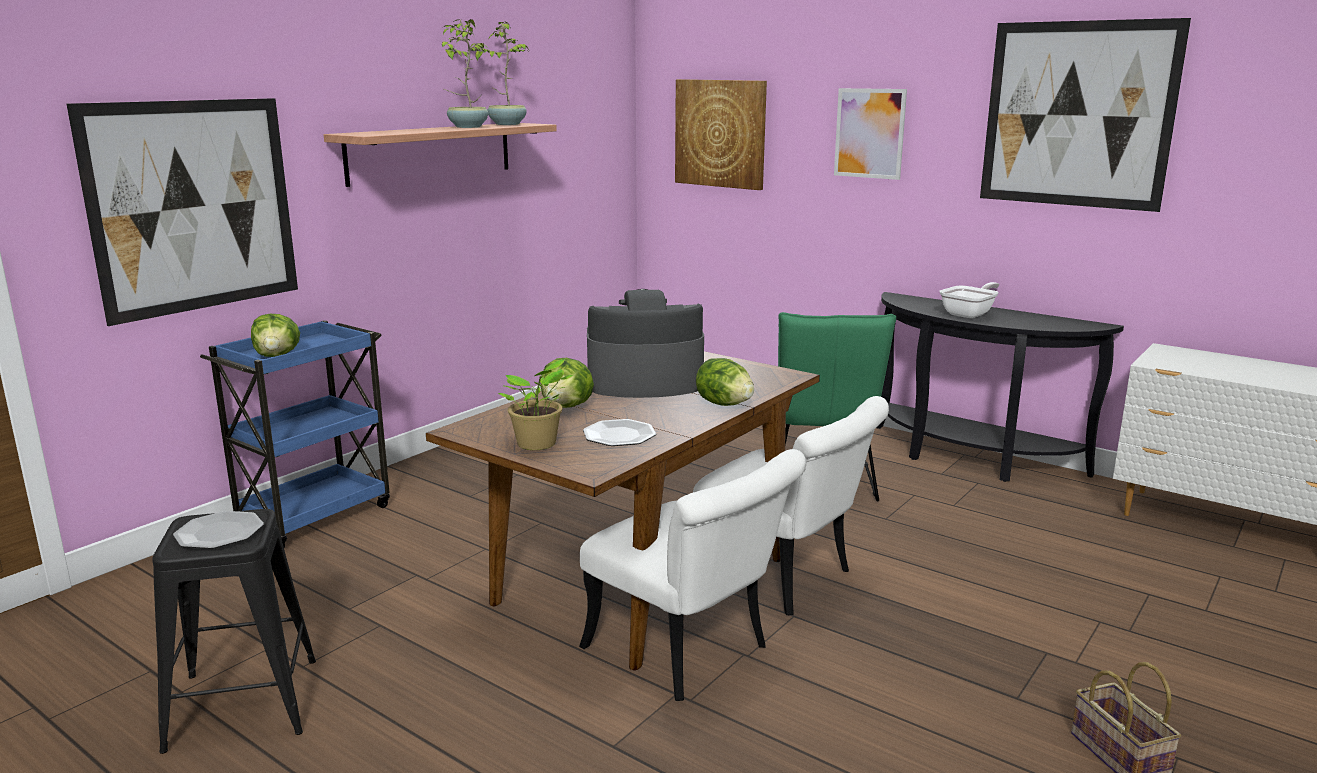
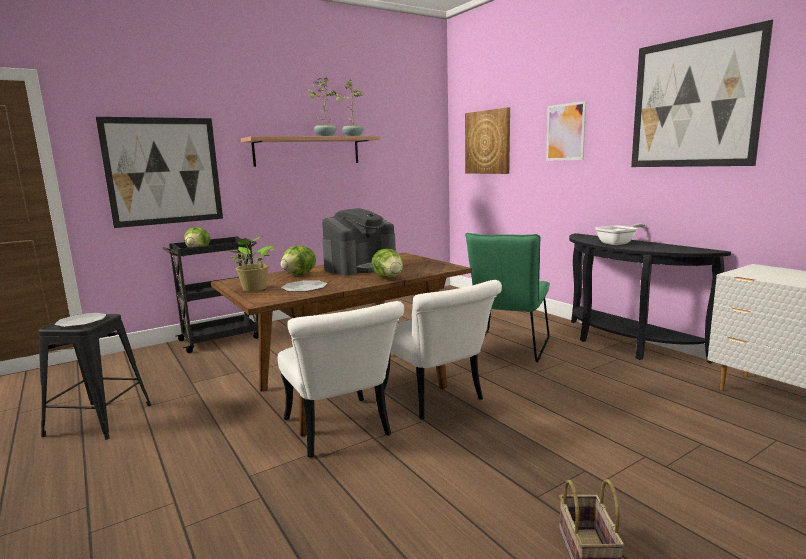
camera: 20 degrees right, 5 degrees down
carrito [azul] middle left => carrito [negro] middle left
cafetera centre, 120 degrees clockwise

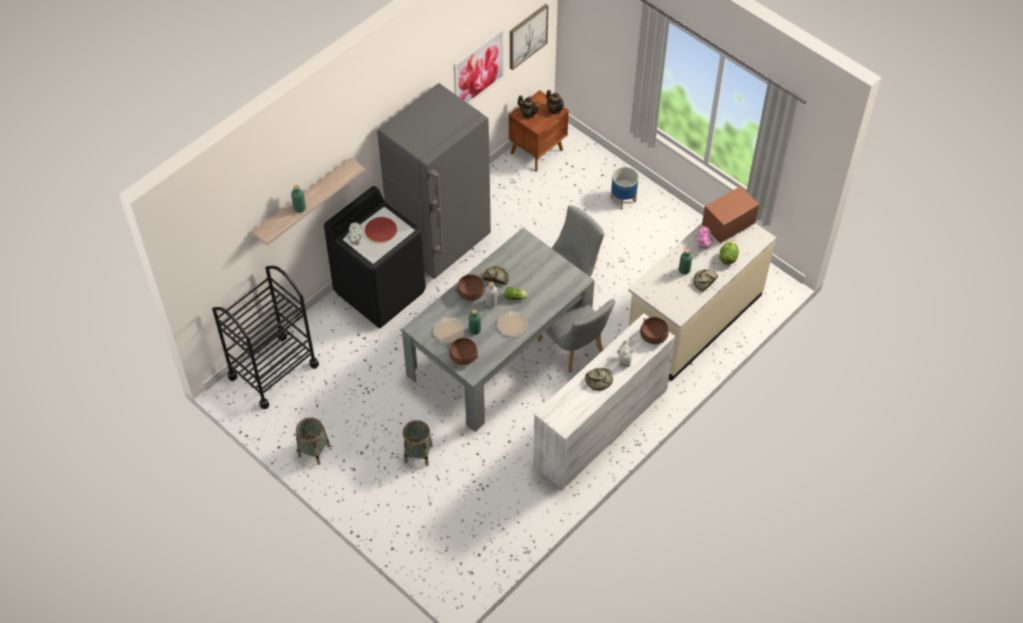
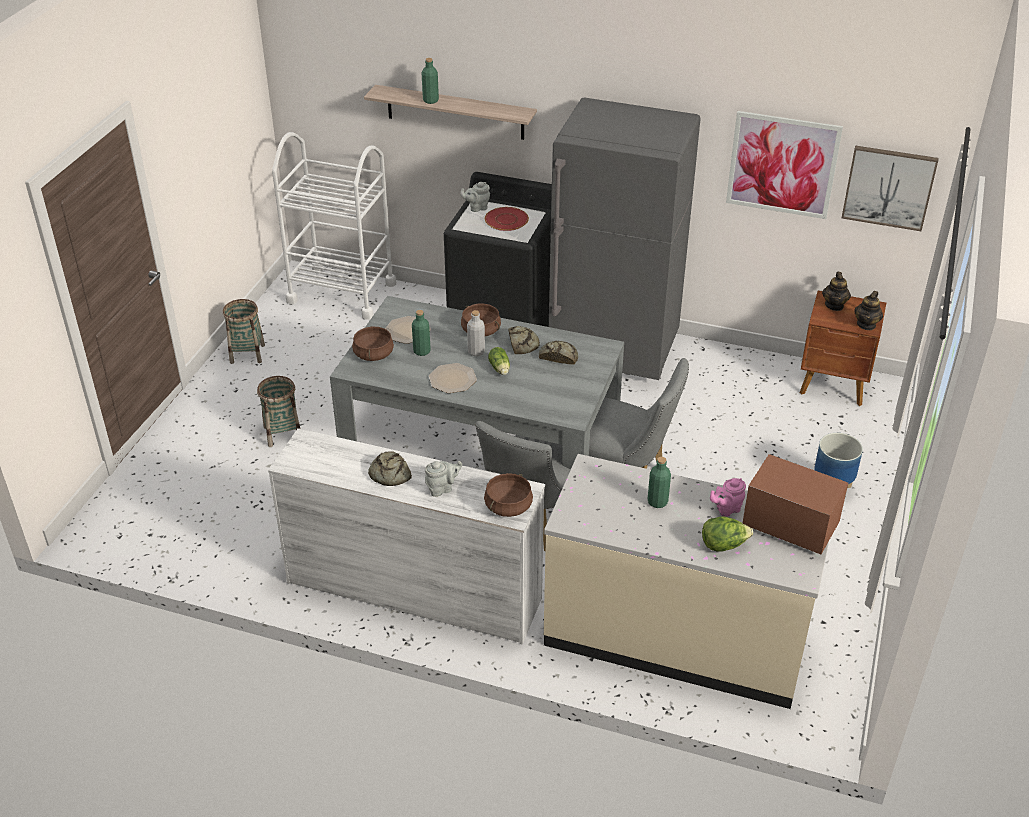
camera: 65 degrees right, 15 degrees down
carrito [negro] middle left => carrito [blanco] top left
pan (no. 3 from left) middle right => pan (no. 3 from left) centre, shifted

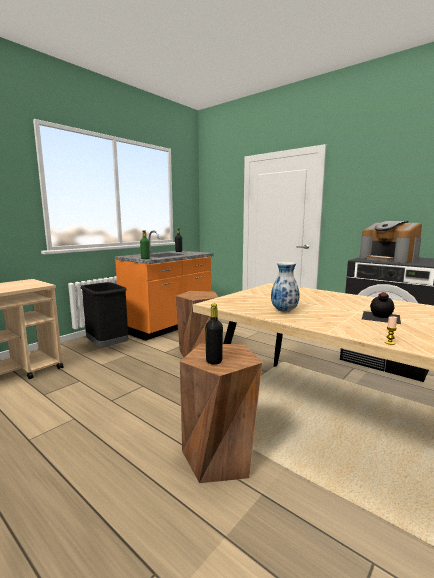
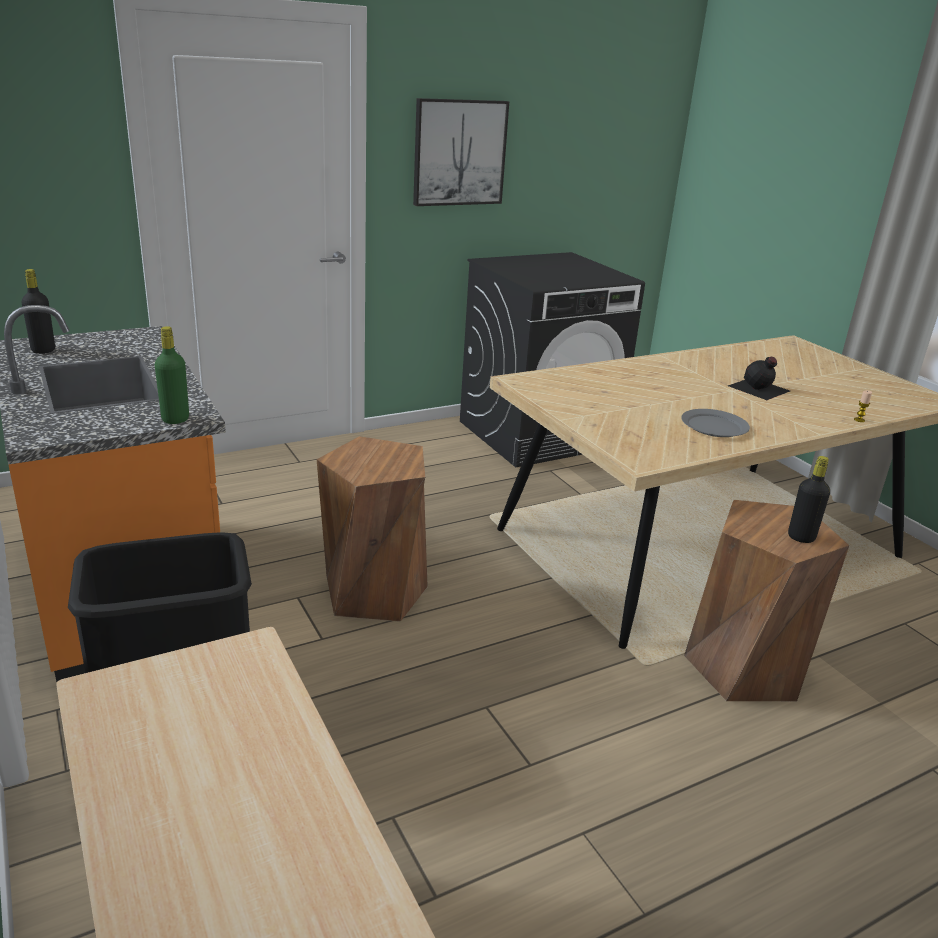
camera: 70 degrees left, 15 degrees up
florero centre => plato [gris] middle right
cafetera middle right => nothing
nothing => cuadro top centre

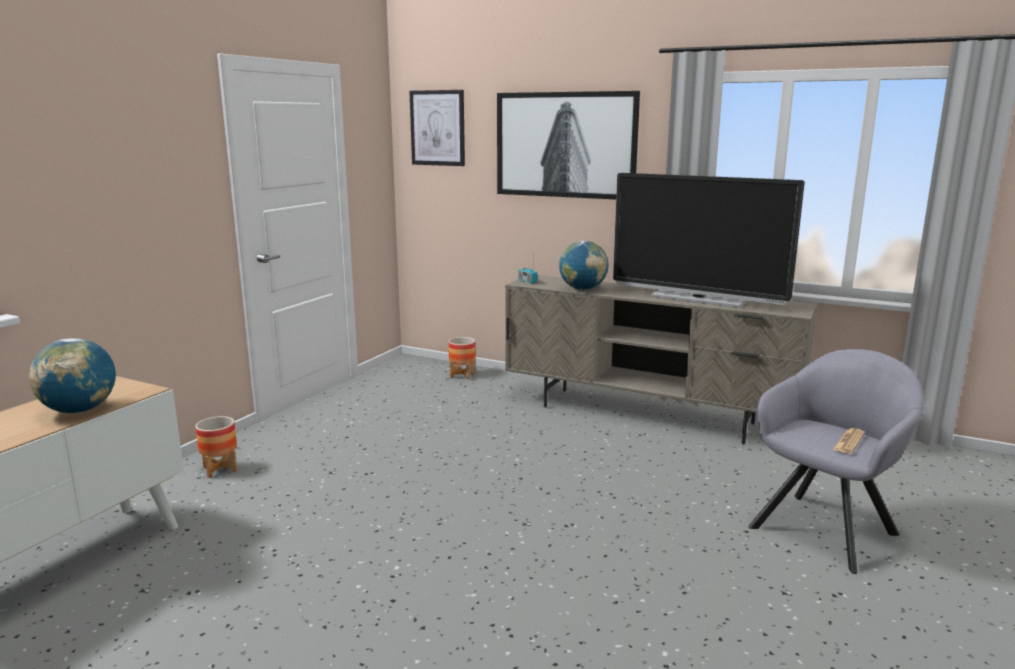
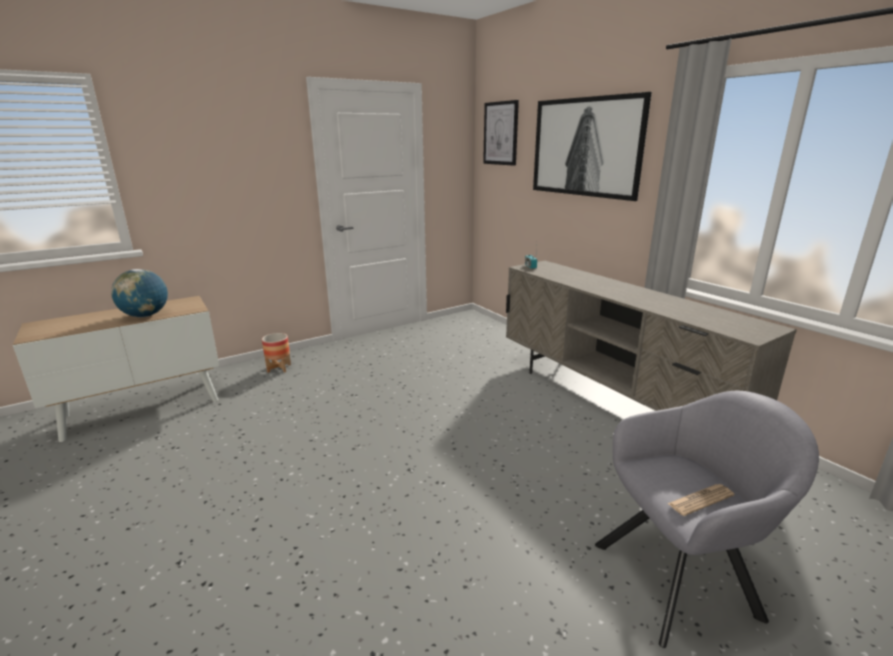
camera: 30 degrees right, 5 degrees up
maceta (no. 2 from left) centre => nothing
globo terráqueo (no. 2 from left) centre => nothing
televisor middle right => nothing

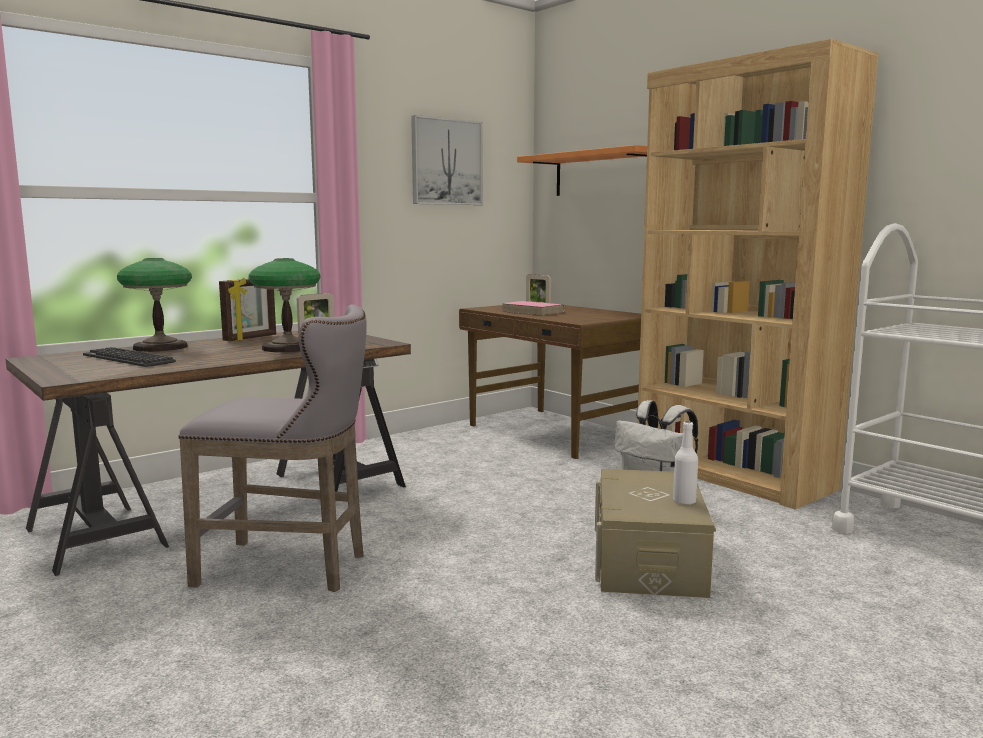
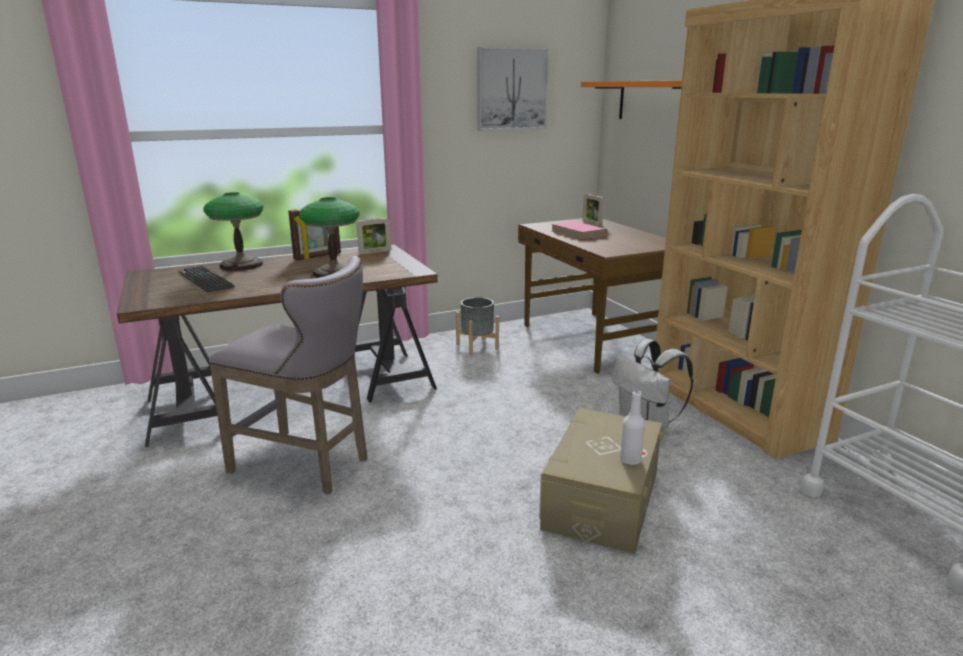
camera: 15 degrees right, 10 degrees up
nothing => maceta [gris] centre

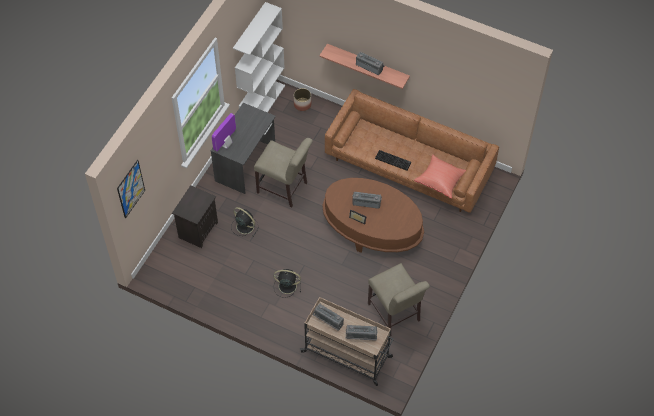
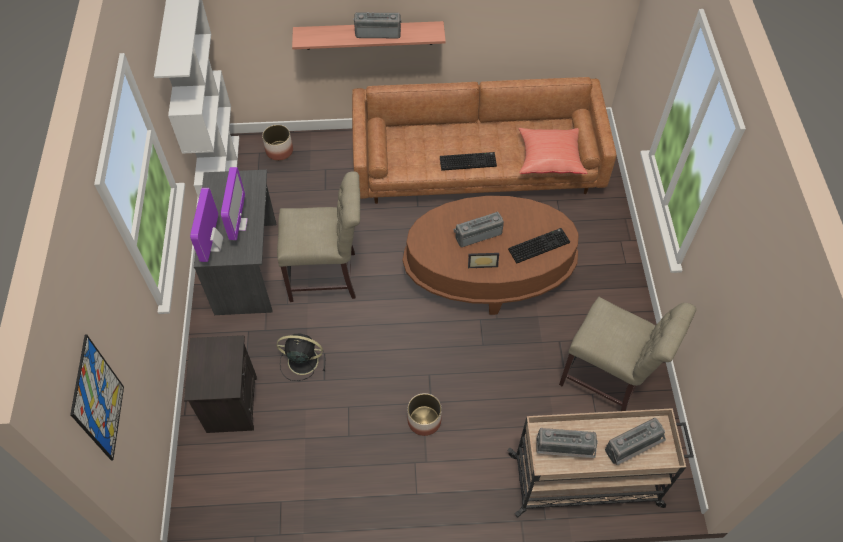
camera: 30 degrees left, 0 degrees up
ventilador [negro] (no. 2 from left) bottom centre => maceta (no. 2 from left) bottom centre
nothing => monitor (no. 2 from left) middle left
nothing => teclado (no. 2 from left) centre

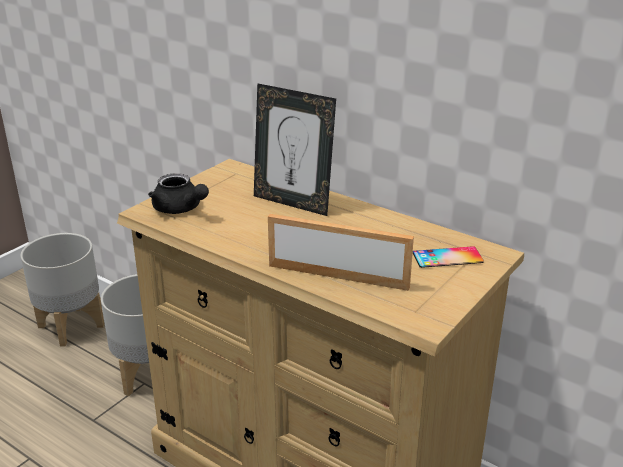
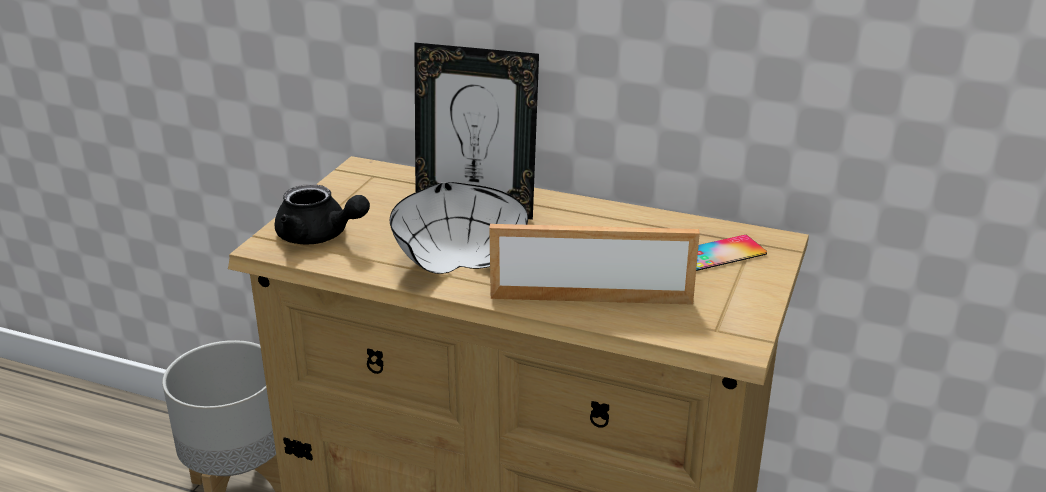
camera: 15 degrees left, 0 degrees up
maceta [gris] (no. 1 from left) middle left => nothing
nothing => cuenco [blanco] centre

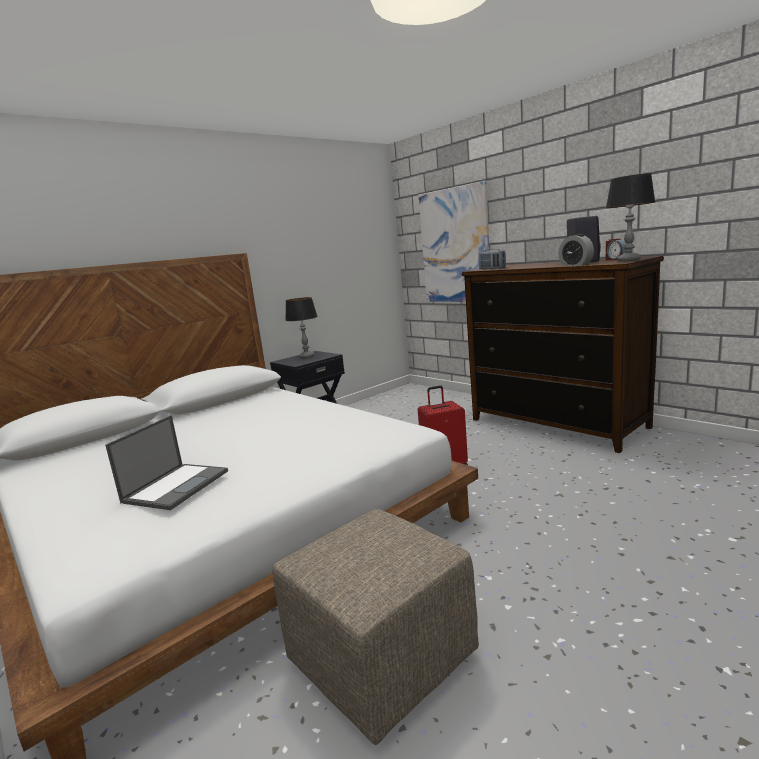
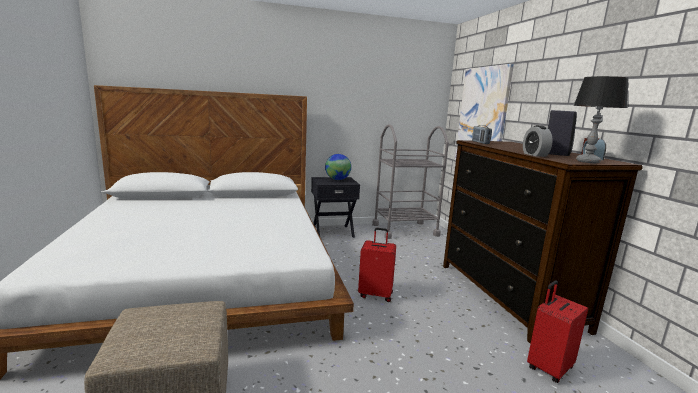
camera: 25 degrees right, 0 degrees up
portátil middle left => nothing
lámpara de mesa (no. 1 from left) centre => globo terráqueo centre
nothing => carrito [gris] centre
nothing => maleta [rojo] (no. 2 from left) bottom right

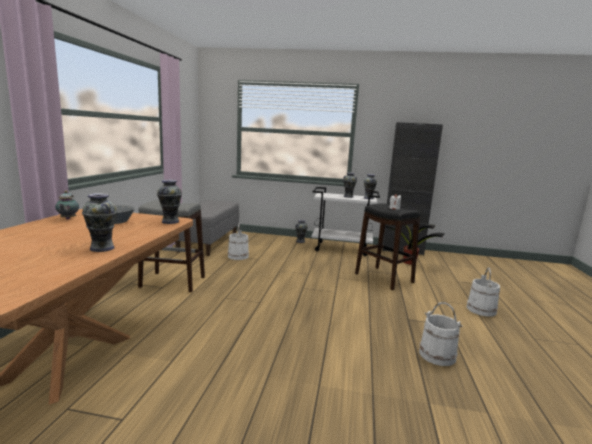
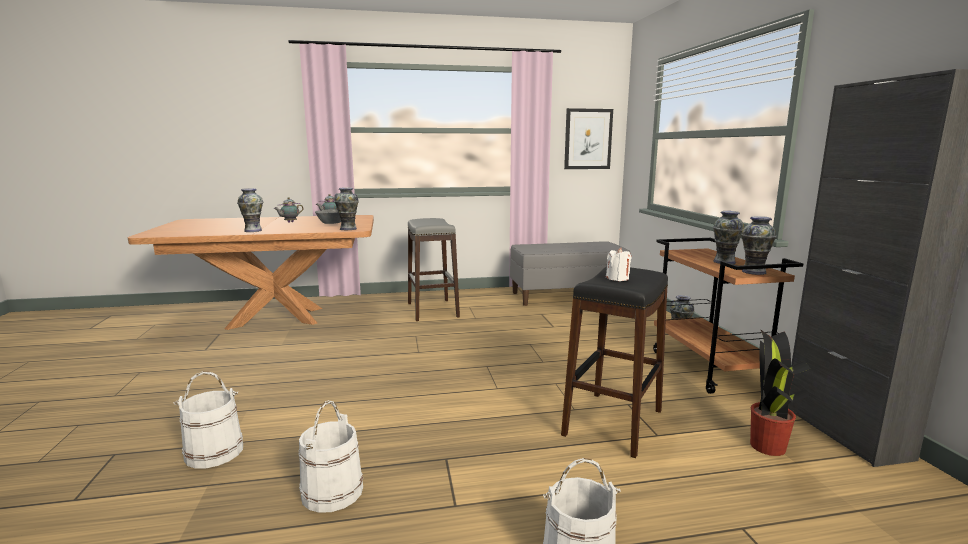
camera: 70 degrees right, 0 degrees up
cubo [blanco] (no. 1 from left) centre => cubo [blanco] (no. 1 from left) bottom left, shifted
carrito [blanco] centre => carrito [marrón] middle right
nothing => tetera (no. 1 from left) middle left
nothing => cuadro top centre

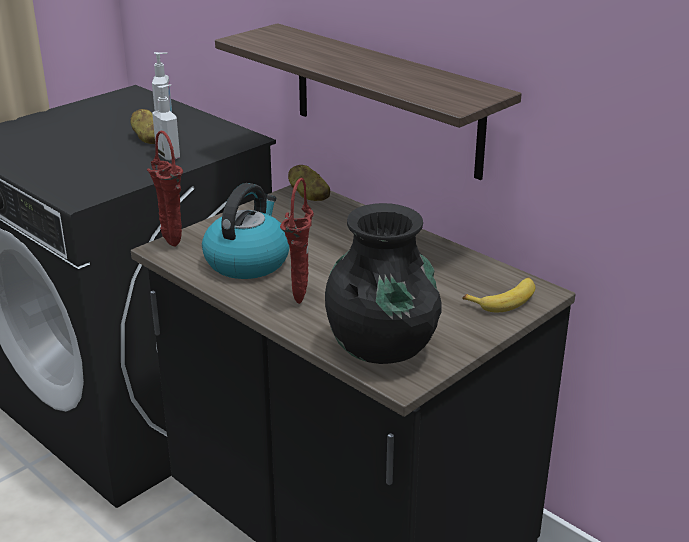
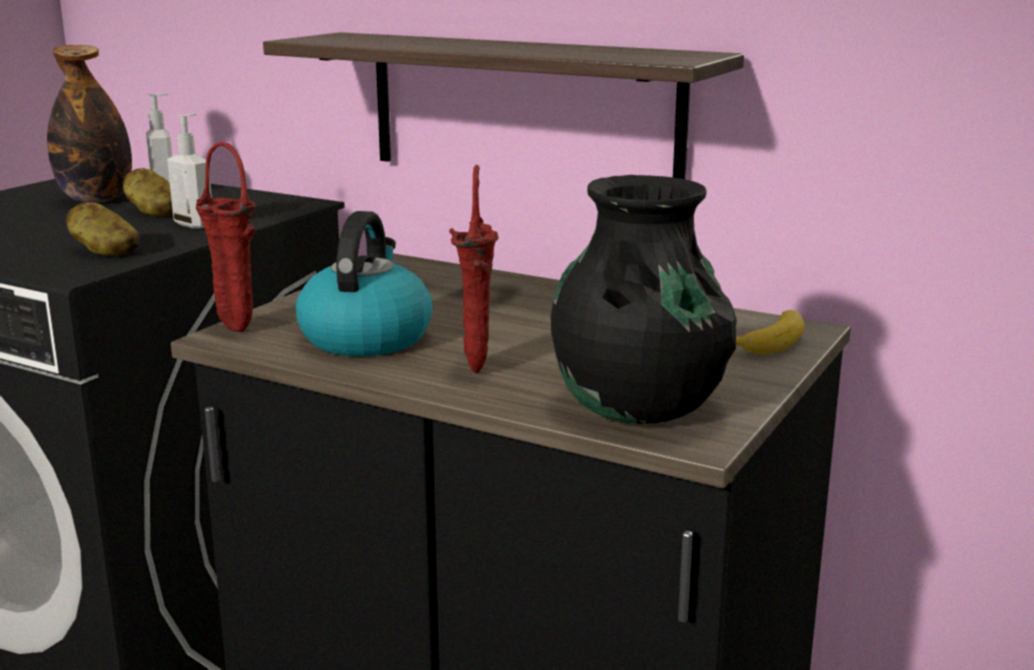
camera: 15 degrees left, 10 degrees down
patata (no. 2 from left in the first image) centre => patata (no. 1 from left) middle left, shifted
nothing => botella top left

